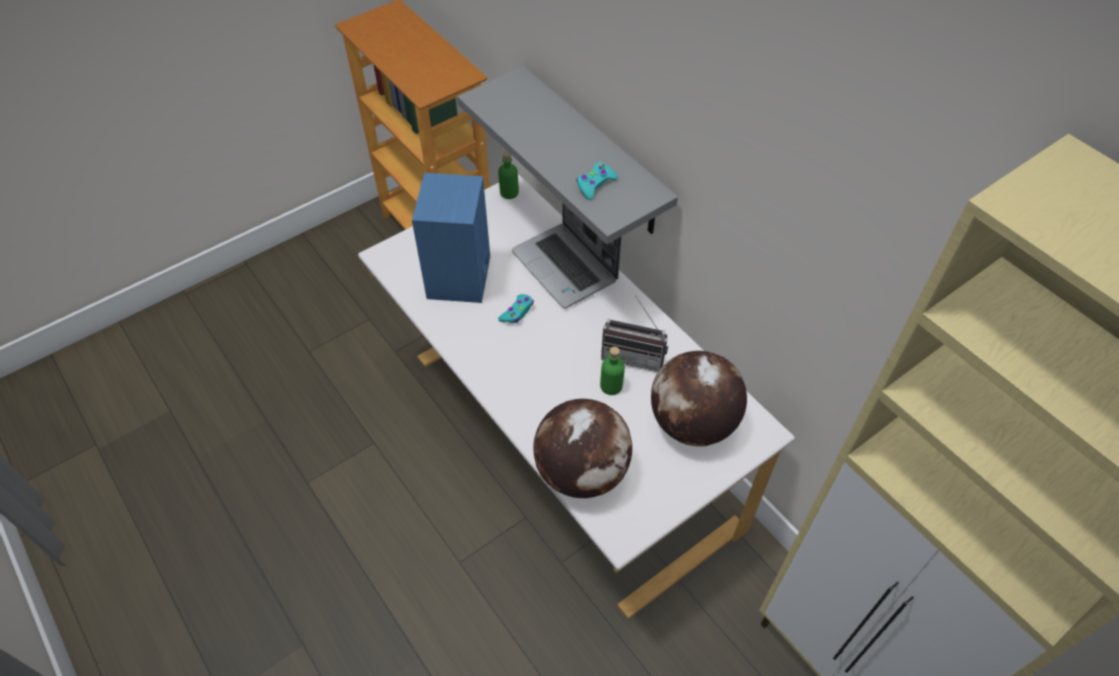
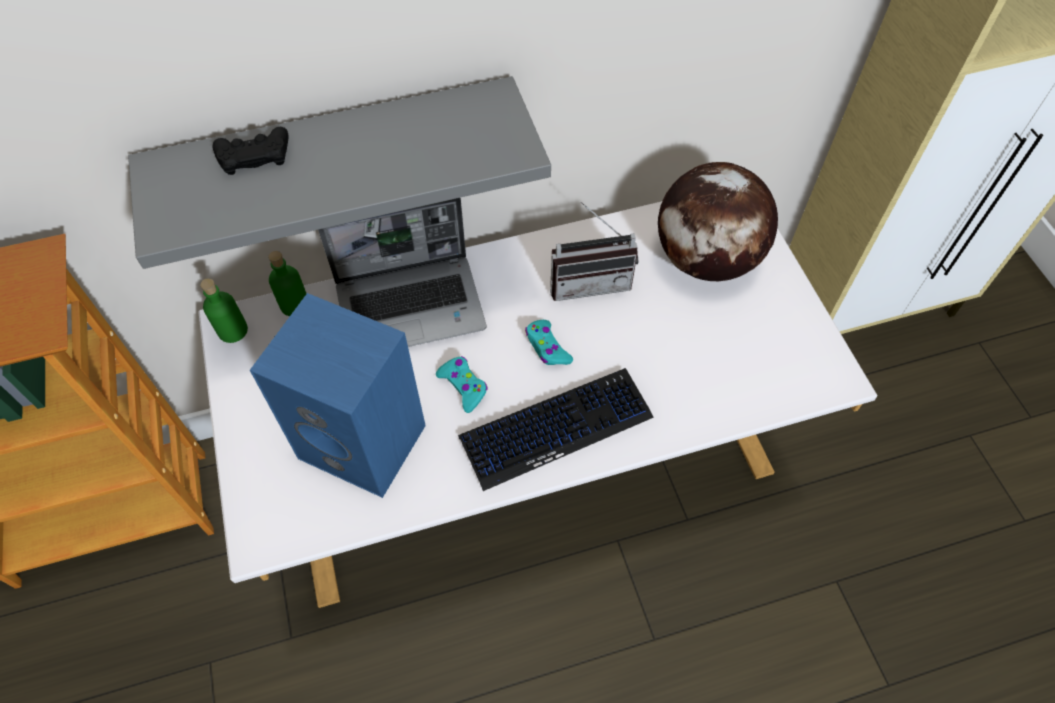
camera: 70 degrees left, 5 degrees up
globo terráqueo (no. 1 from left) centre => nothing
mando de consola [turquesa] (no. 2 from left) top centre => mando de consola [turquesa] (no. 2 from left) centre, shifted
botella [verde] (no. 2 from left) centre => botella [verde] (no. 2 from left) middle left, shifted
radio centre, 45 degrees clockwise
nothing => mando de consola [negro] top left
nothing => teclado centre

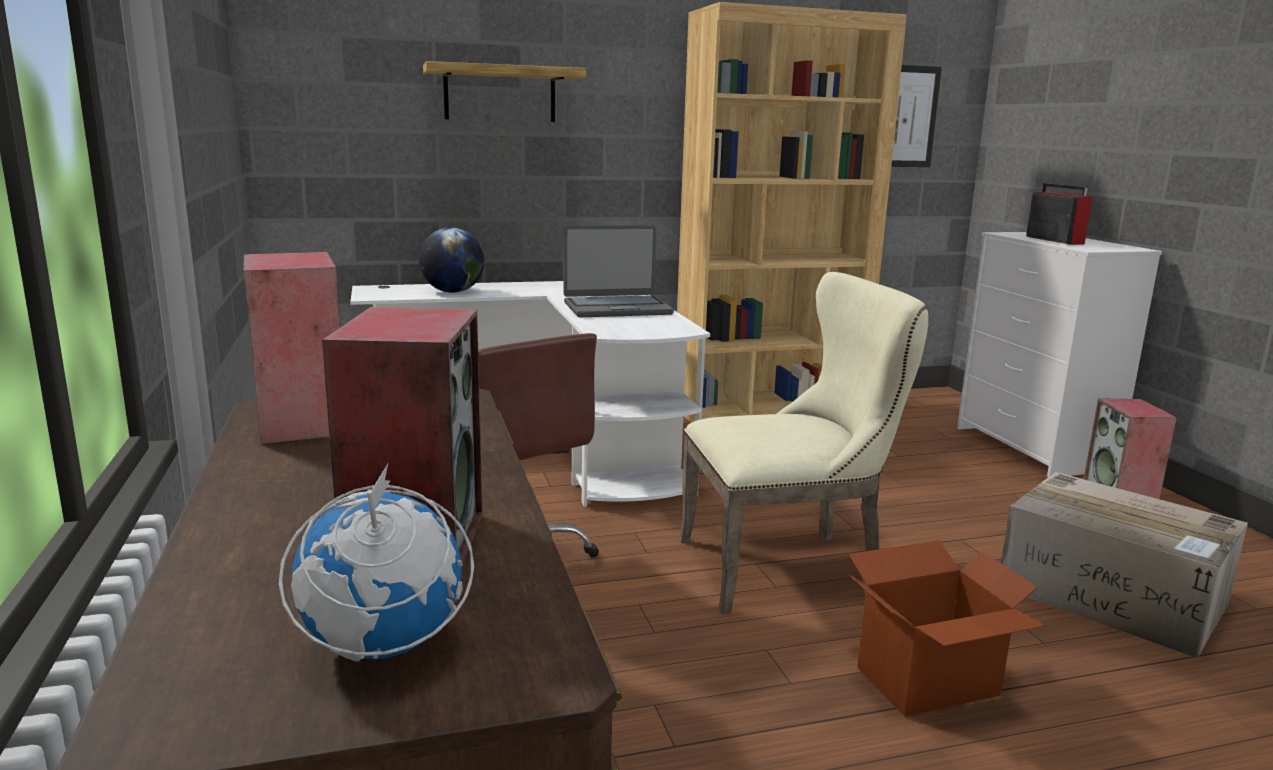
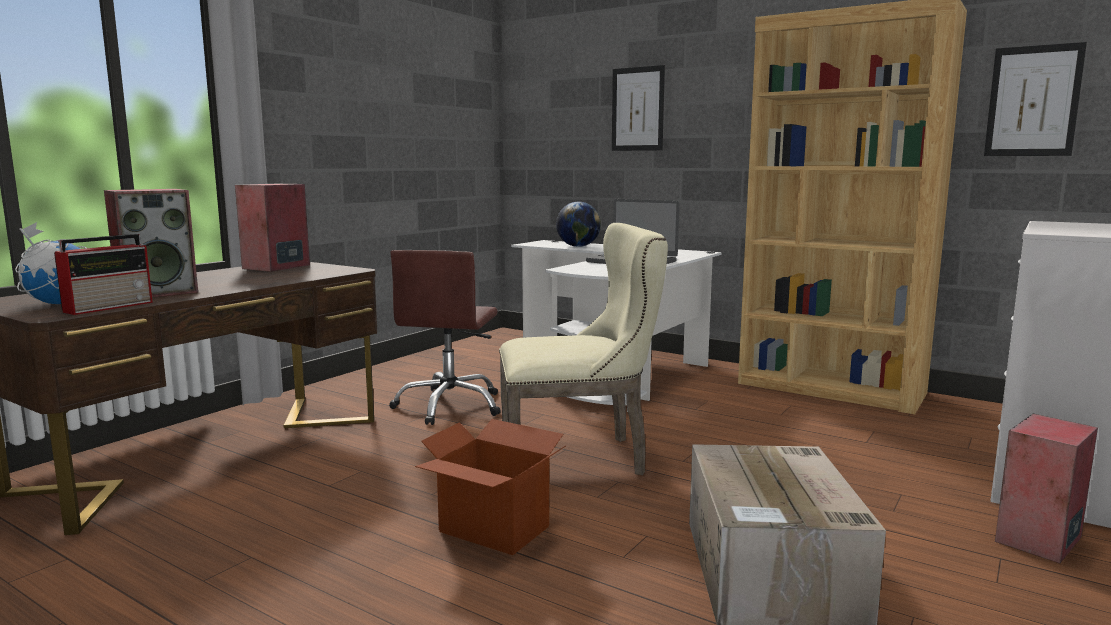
camera: 50 degrees right, 5 degrees down
estante top centre => cuadro (no. 1 from left) top centre
silla [beis] centre, 45 degrees counterclockwise
radio top right => radio middle left, shifted

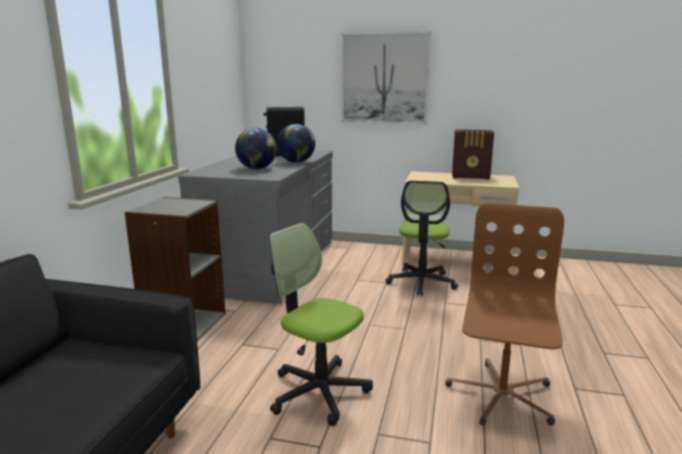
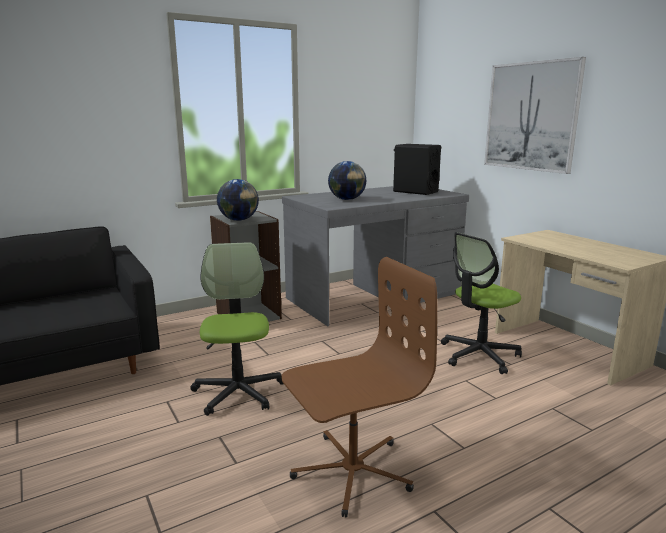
camera: 45 degrees right, 0 degrees up
globo terráqueo (no. 2 from left in the first image) top centre => globo terráqueo (no. 1 from left) centre, shifted
radio middle right => nothing

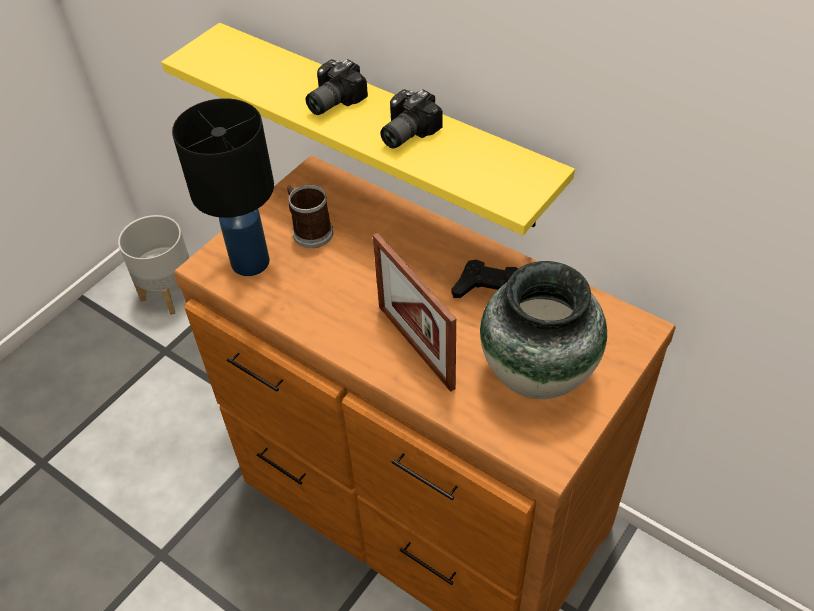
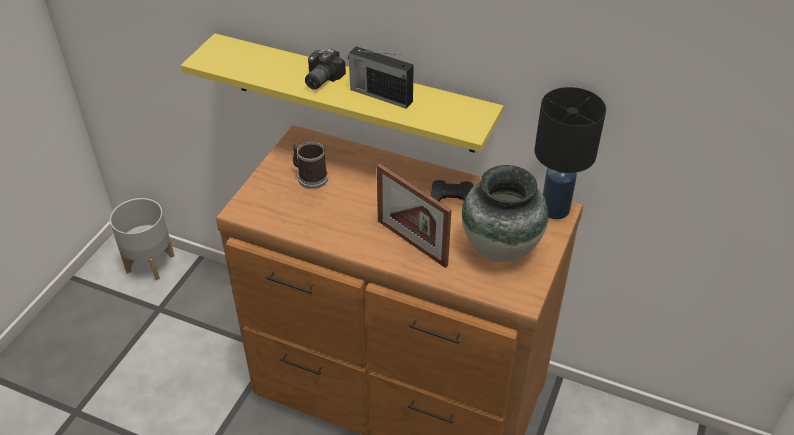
camera: 15 degrees left, 5 degrees down
lámpara de mesa [negro] top left => lámpara de mesa [negro] middle right, shifted
cámara (no. 2 from left) top centre => radio top centre

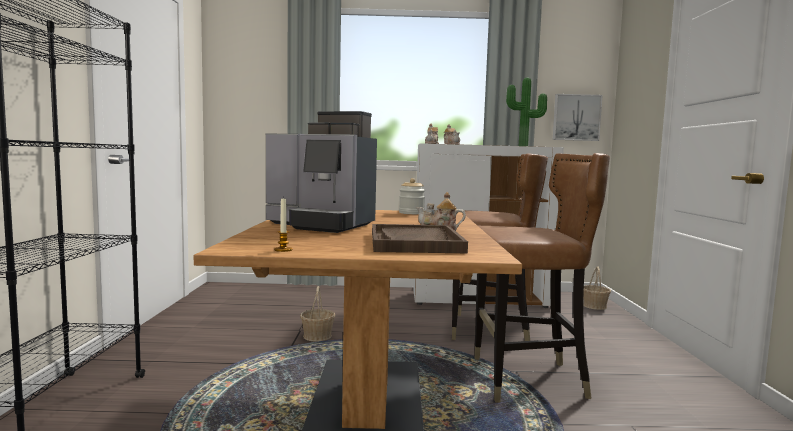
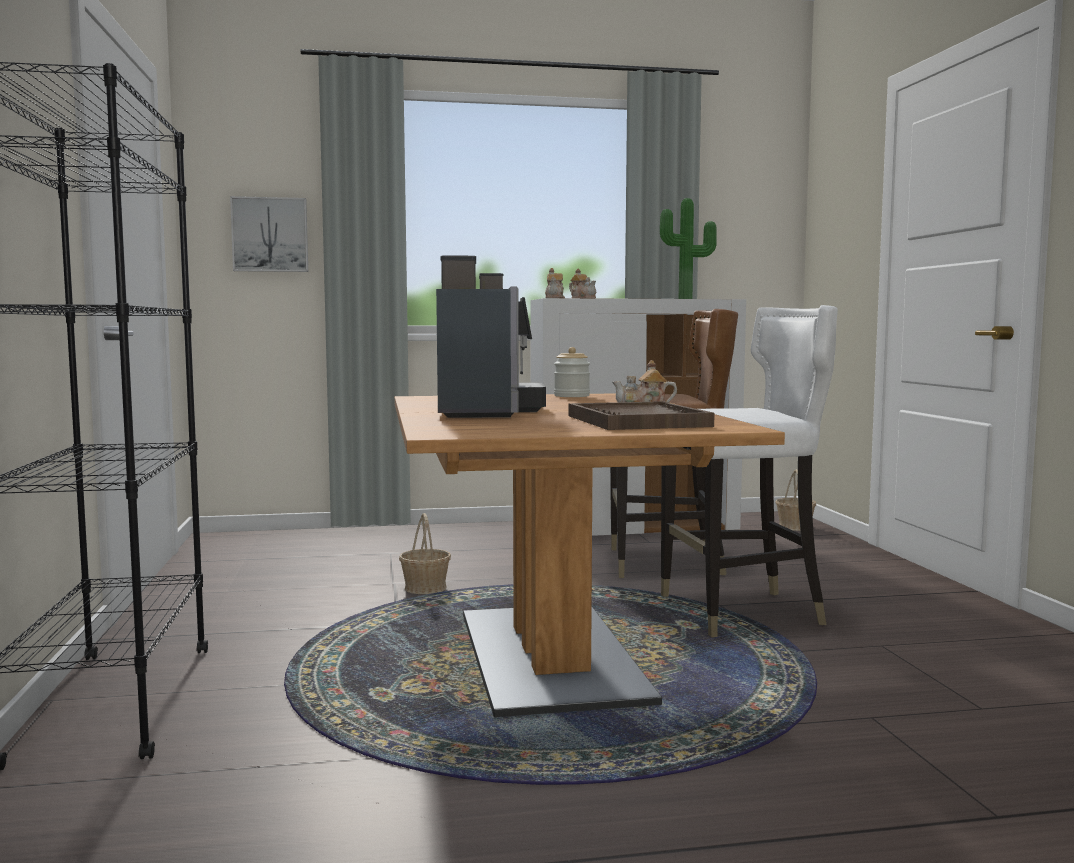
camera: 10 degrees left, 0 degrees up
cafetera centre, 105 degrees counterclockwise
vela centre => nothing
silla [marrón] (no. 2 from left) middle right => silla [blanco] middle right
cuadro top right => cuadro top left, shifted

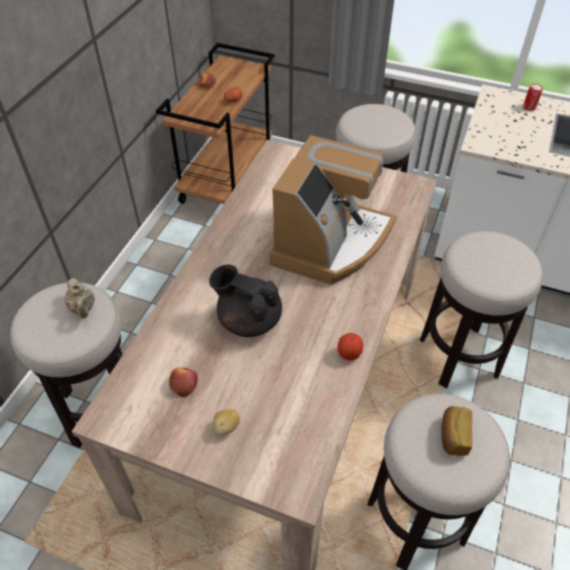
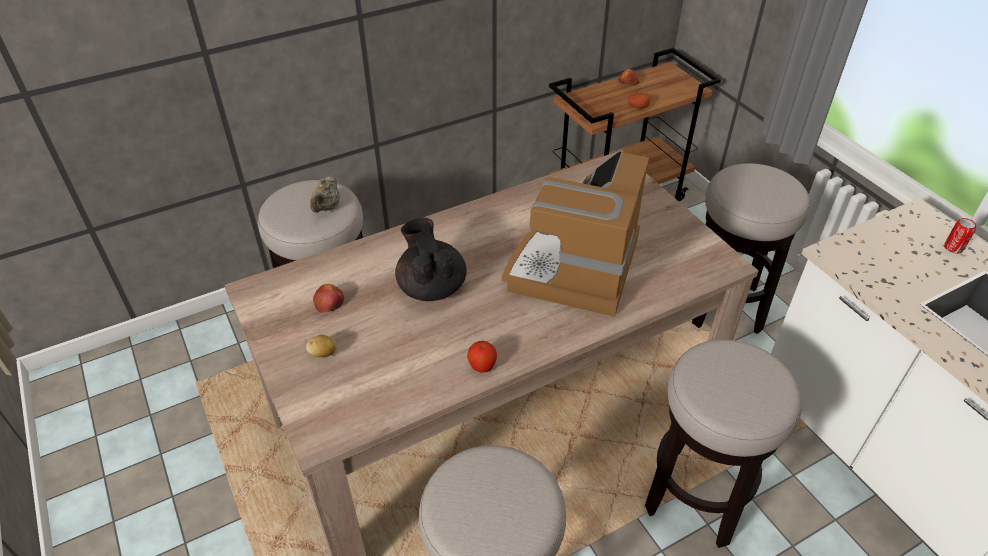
camera: 40 degrees right, 5 degrees down
cafetera centre, 135 degrees clockwise
pan bottom right => nothing

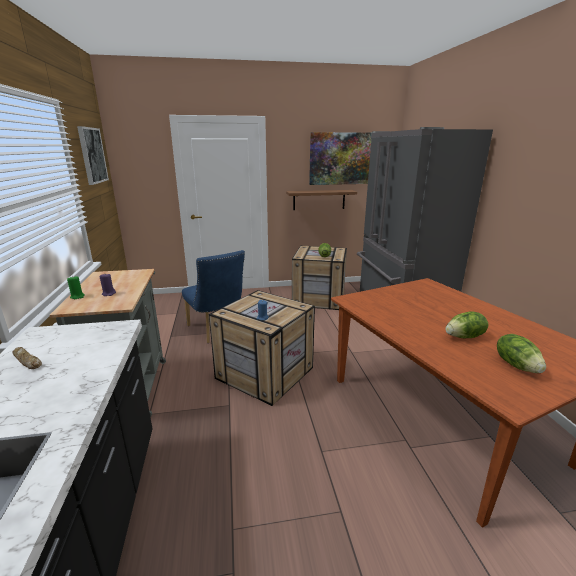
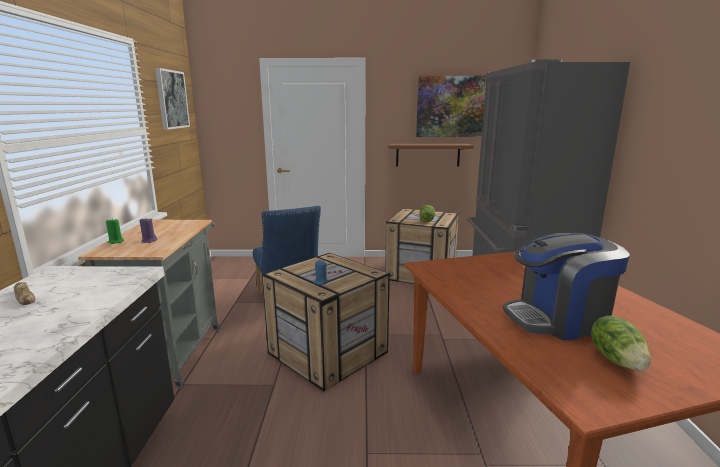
camera: 10 degrees right, 5 degrees down
lechuga (no. 2 from left) middle right => cafetera middle right

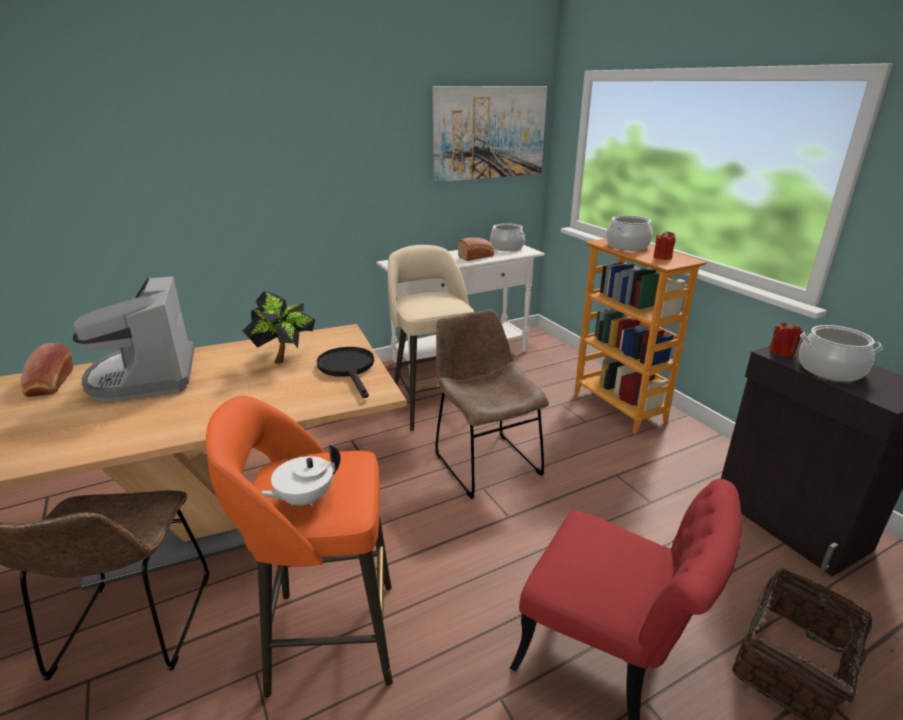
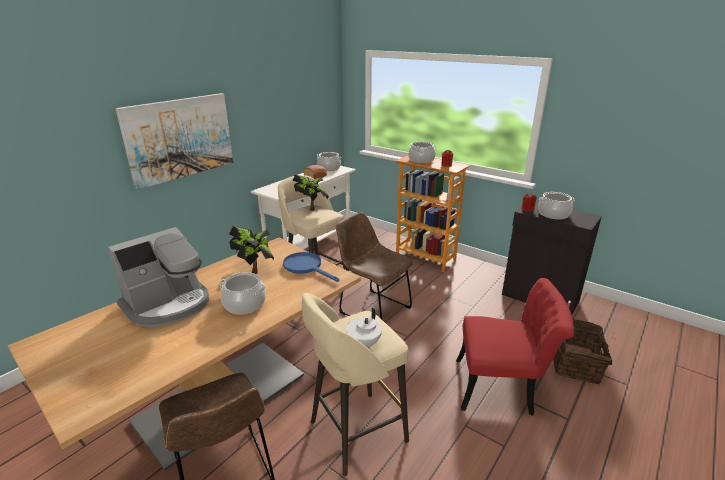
camera: 25 degrees left, 0 degrees up
pan (no. 1 from left) middle left => nothing
cafetera middle left, 90 degrees counterclockwise
taburete [naranja] bottom left => taburete [beis] (no. 2 from left) bottom centre
sartén [negro] centre => sartén [azul] centre
cuadro top centre => cuadro top left, shifted
nothing => olla (no. 1 from left) centre
nothing => planta en maceta (no. 2 from left) centre

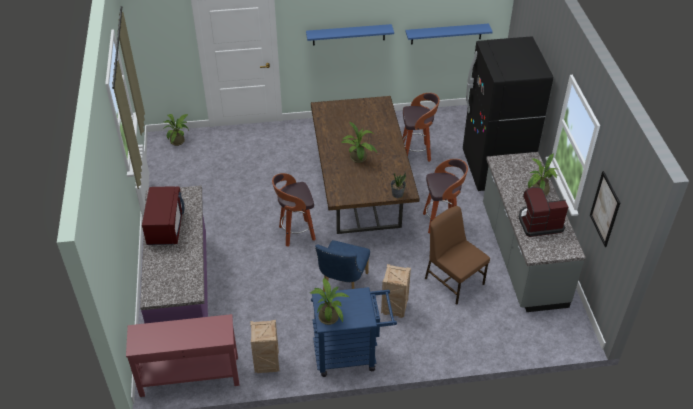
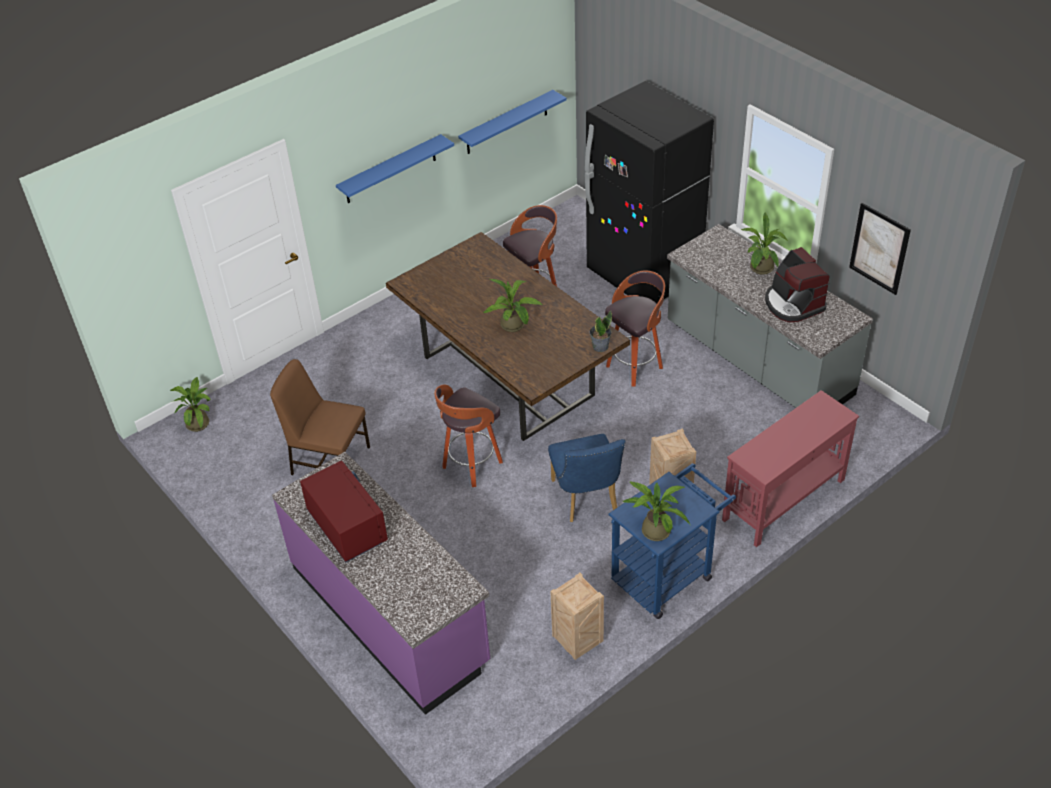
camera: 30 degrees left, 0 degrees up
mesa consola [rojo] bottom left => mesa consola [rojo] middle right, shifted
silla [marrón] centre => silla [marrón] middle left, shifted
cafetera middle right, 75 degrees counterclockwise

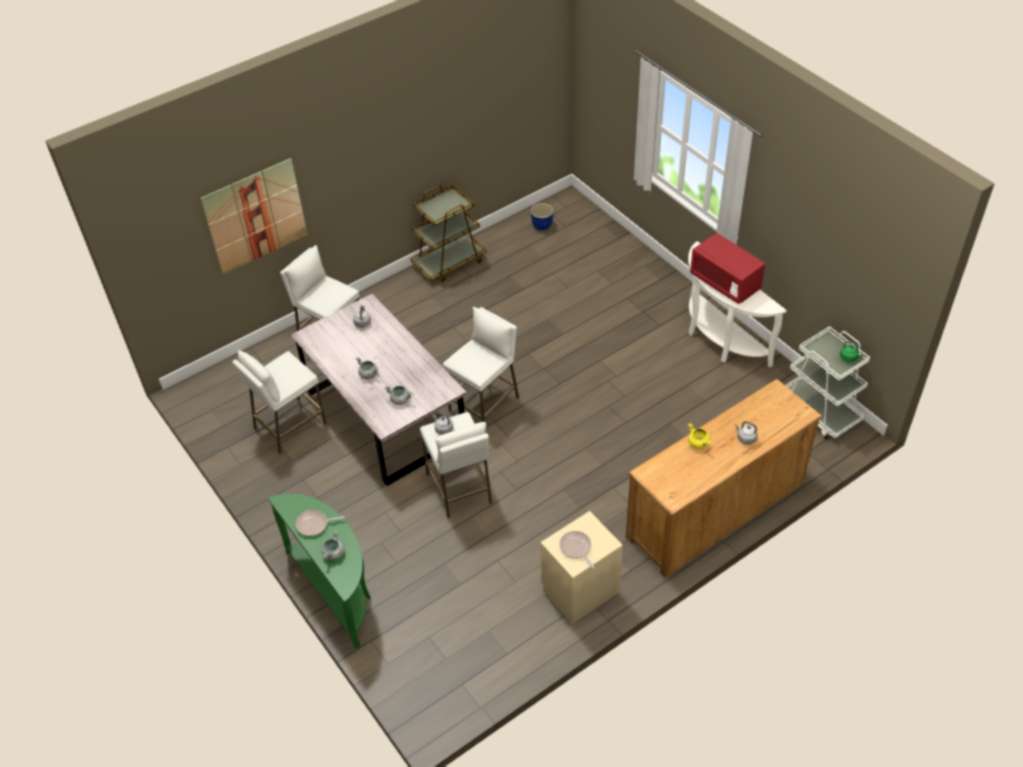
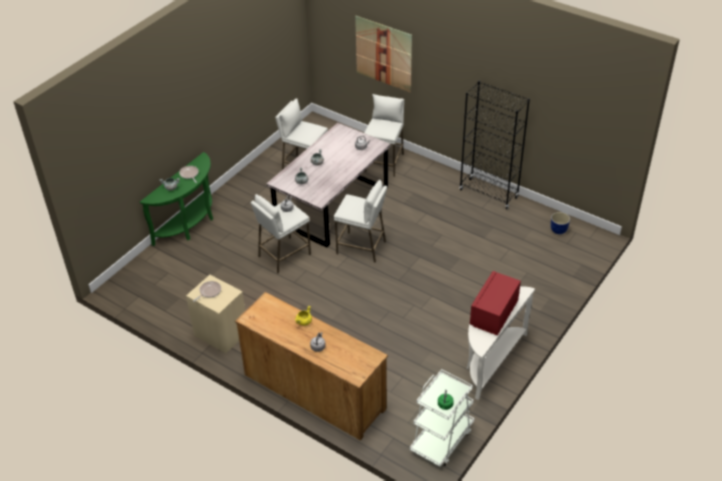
camera: 70 degrees right, 5 degrees down
carrito [marrón] top centre => estantería [negro] top right

